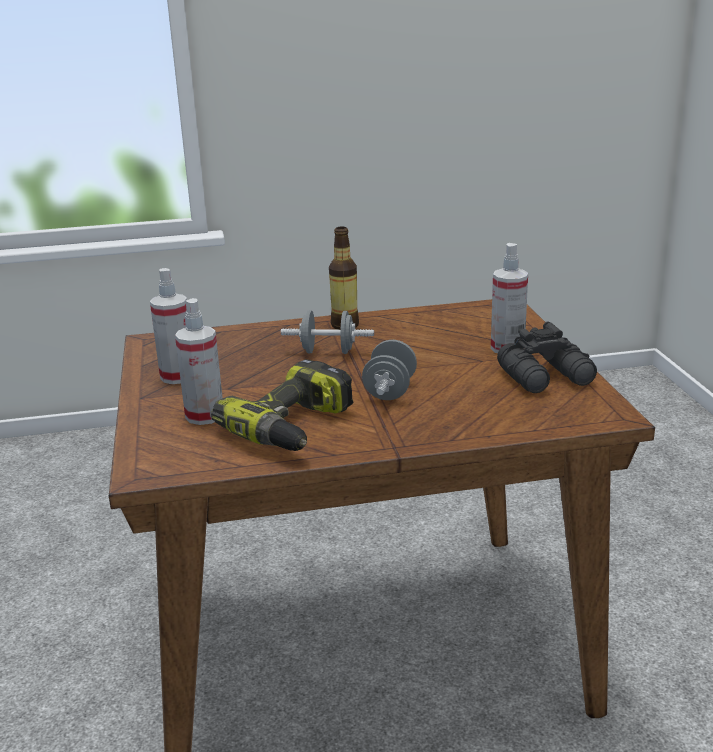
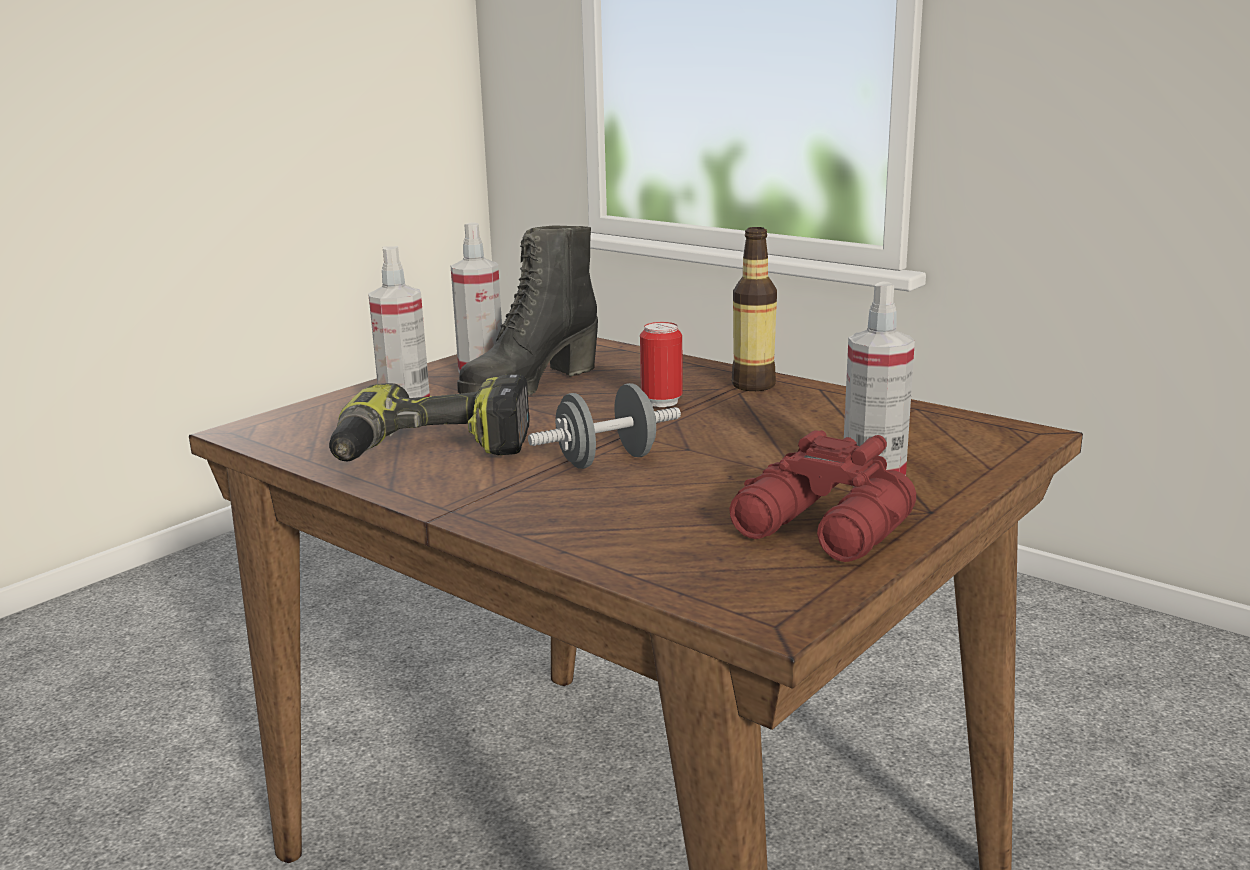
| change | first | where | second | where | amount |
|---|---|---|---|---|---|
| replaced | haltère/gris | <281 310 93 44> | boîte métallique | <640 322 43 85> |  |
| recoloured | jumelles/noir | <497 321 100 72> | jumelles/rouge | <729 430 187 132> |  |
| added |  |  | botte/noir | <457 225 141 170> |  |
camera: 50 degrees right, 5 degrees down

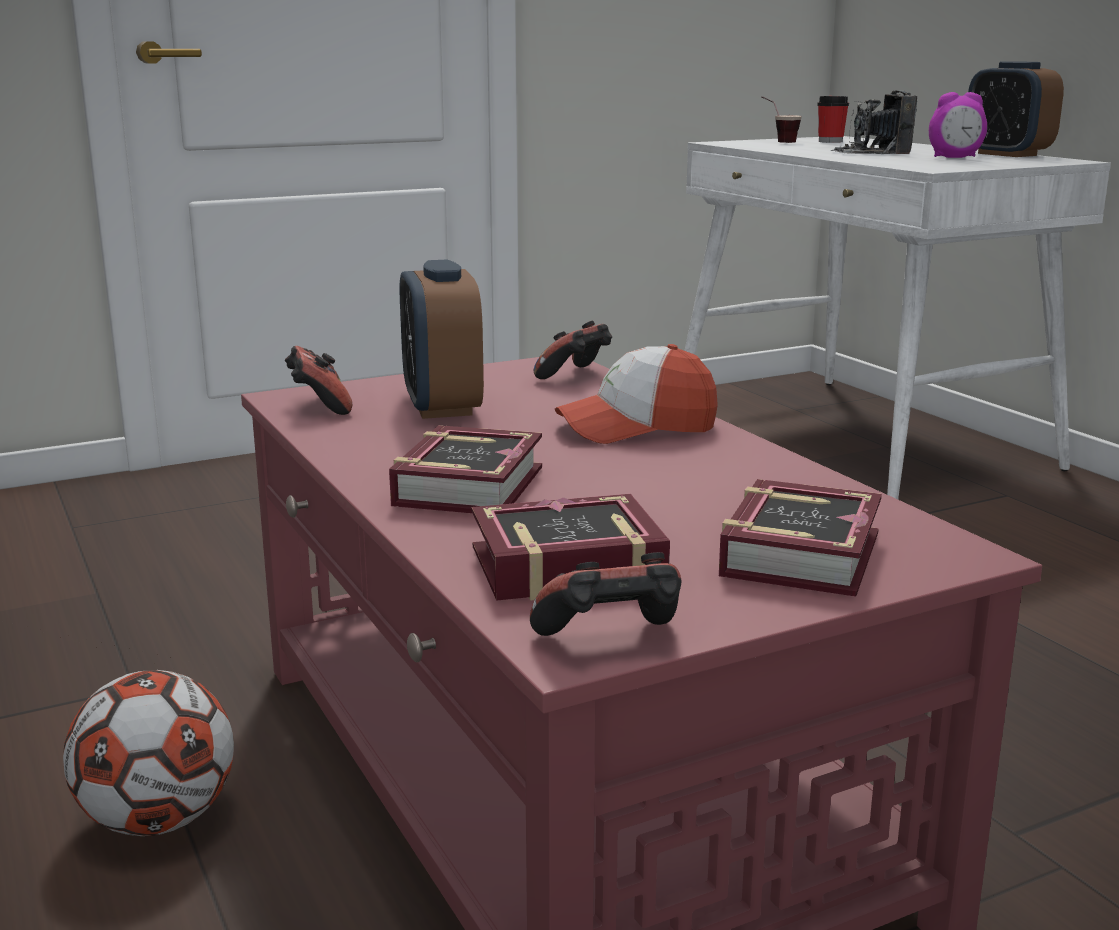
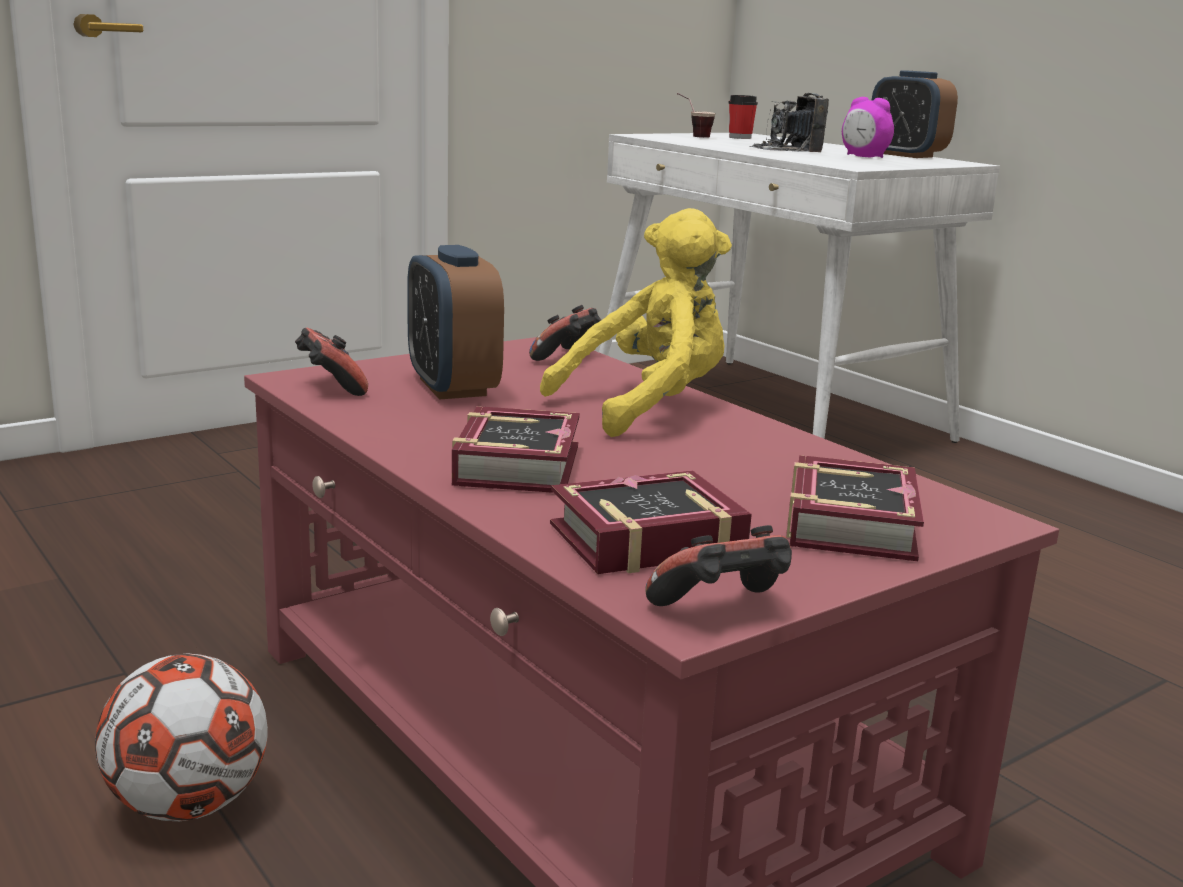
| change | first | where | second | where | amount |
|---|---|---|---|---|---|
| turned | réveil | <929 92 58 66> |  | <842 97 52 61> | 45 degrees clockwise |
| replaced | casquette | <555 344 163 100> | peluche/jaune | <540 208 192 229> |  |
camera: 10 degrees left, 0 degrees up

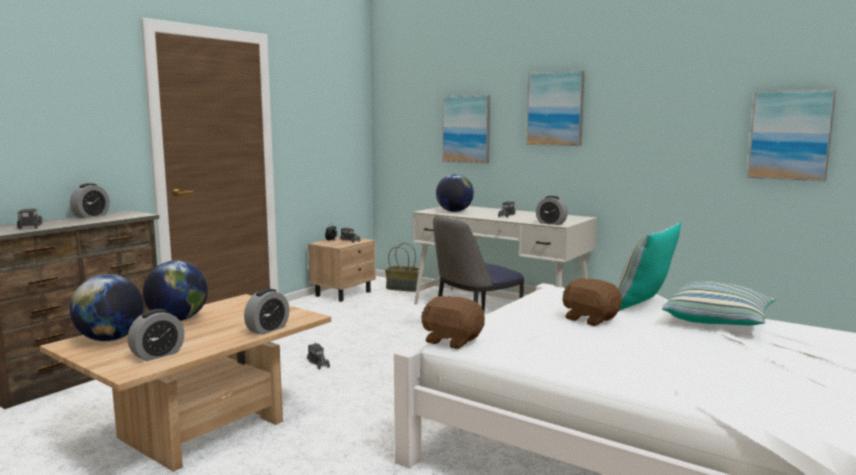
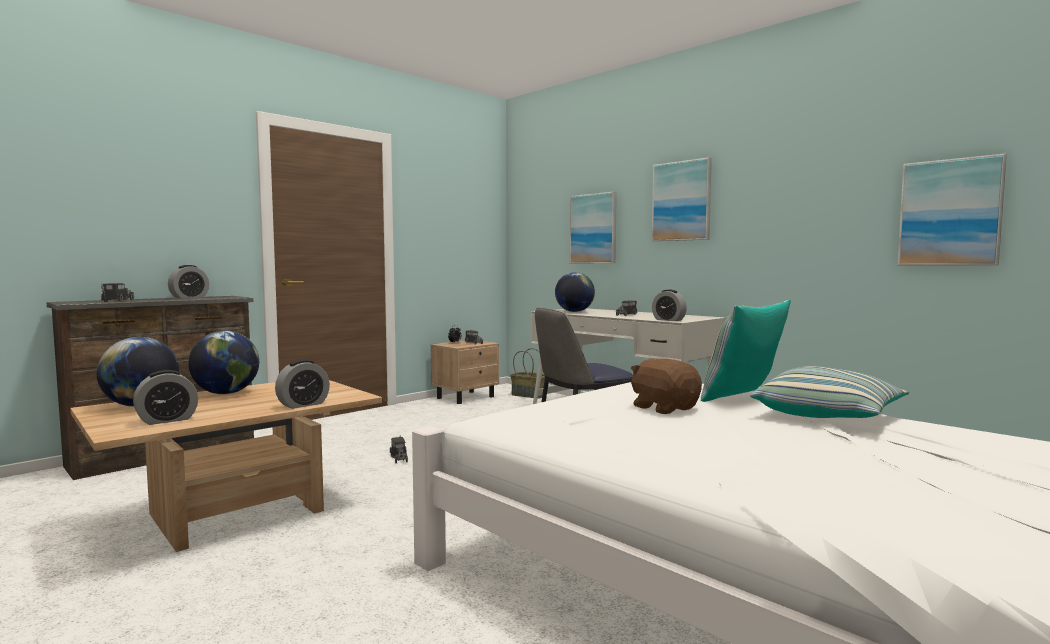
| change | first | where | second | where | amount |
|---|---|---|---|---|---|
| removed | peluche/marron | <421 296 64 53> |  |  |  |
camera: 10 degrees right, 5 degrees down

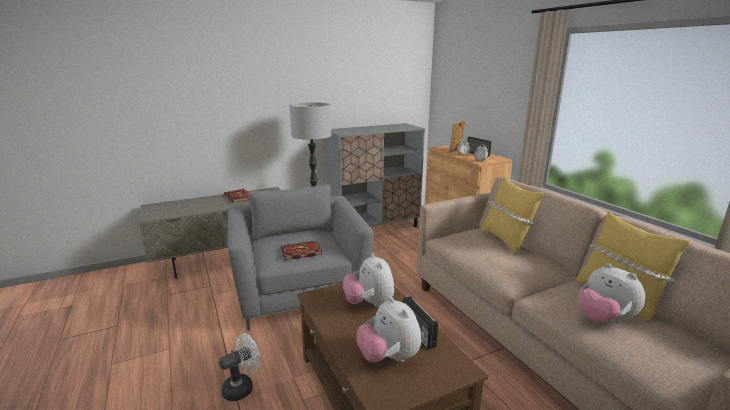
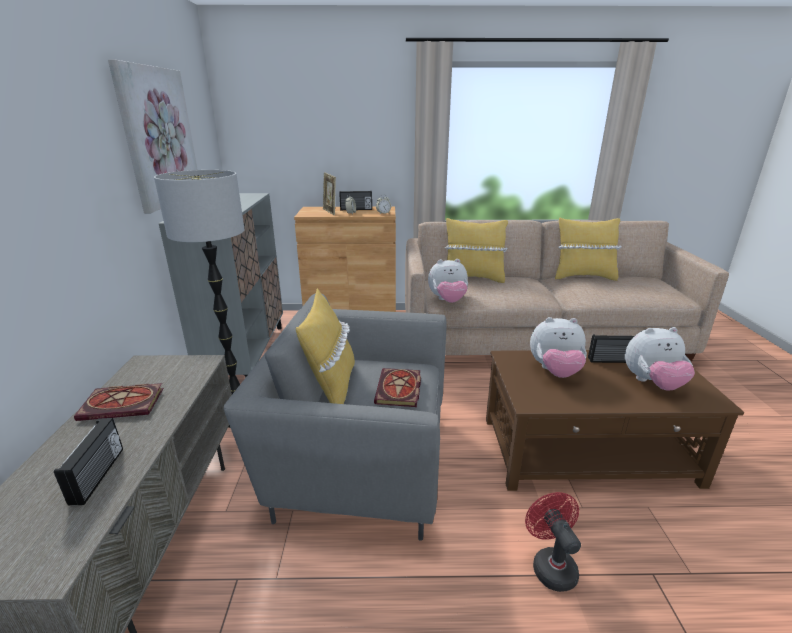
| change | first | where | second | where | amount |
|---|---|---|---|---|---|
| moved | peluche | <578 263 67 60> |  | <428 259 40 44> |  |
| recoloured | ventilateur/blanc | <219 333 41 68> | ventilateur/rouge | <525 492 56 100> |  |
| added |  |  | tableau | <108 59 90 155> |  |
| added |  |  | coussin/jaune | <296 289 59 115> |  |
| added |  |  | radio | <54 418 69 87> |  |
camera: 65 degrees left, 5 degrees up

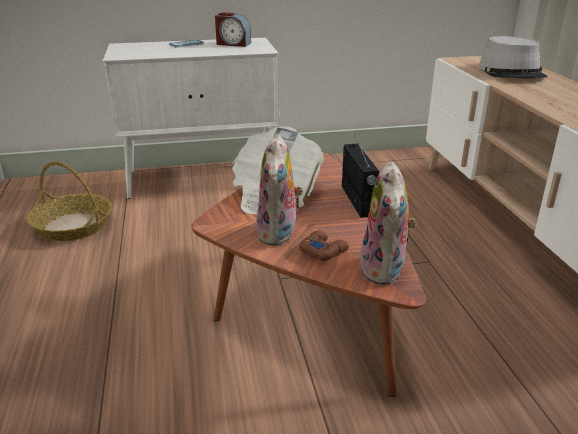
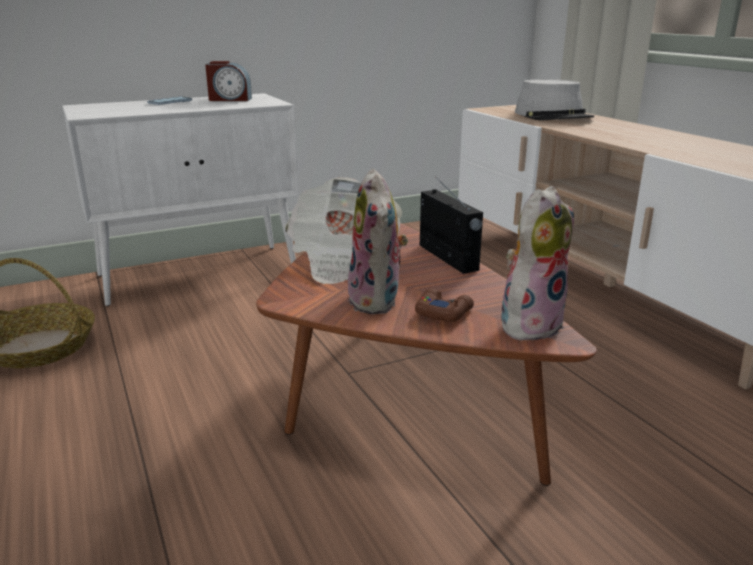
| change | first | where | second | where | amount |
|---|---|---|---|---|---|
| turned | peluche | <359 161 58 124> |  | <501 186 73 155> | 120 degrees counterclockwise |
camera: 15 degrees left, 5 degrees down

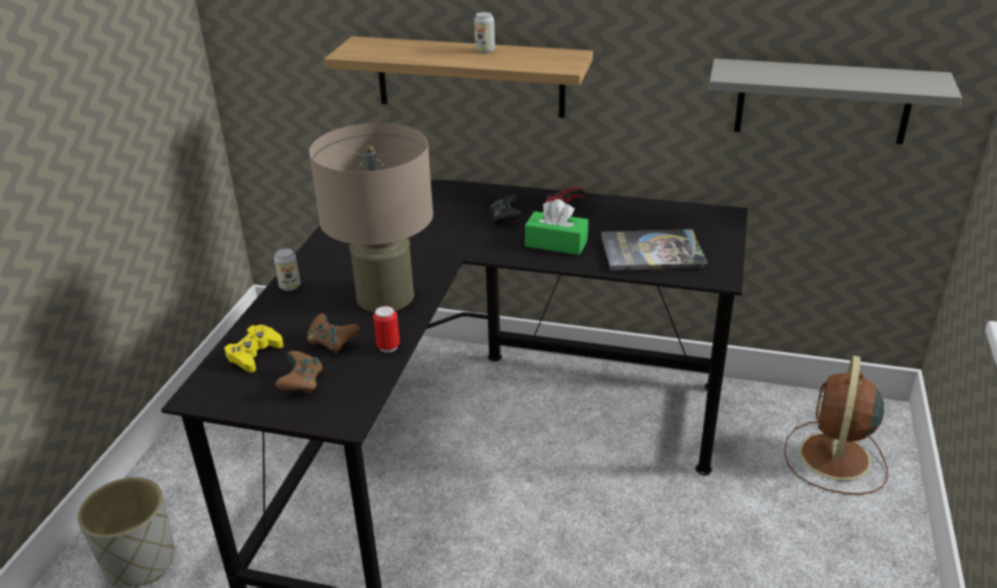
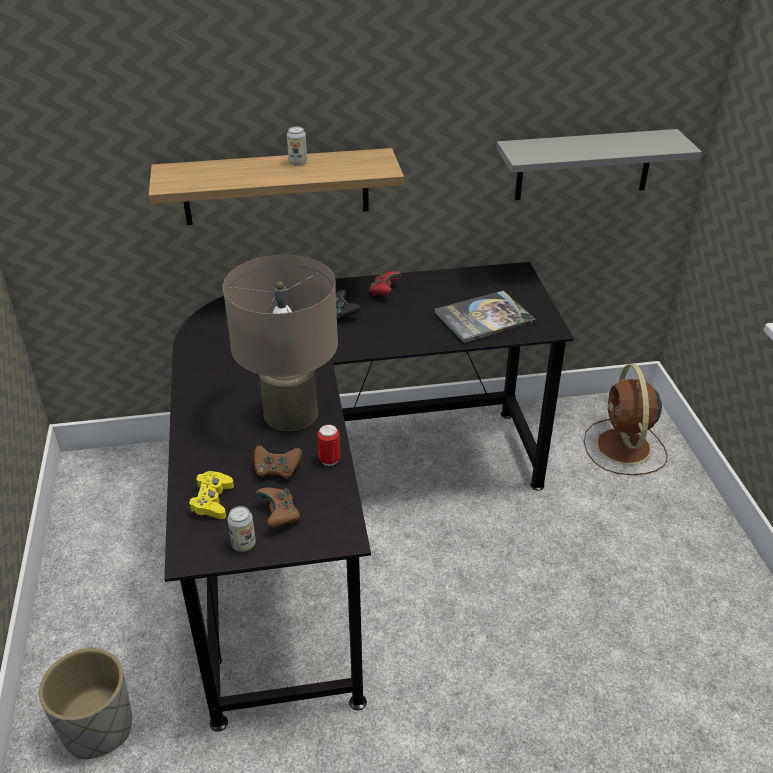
| change | first | where | second | where | amount |
|---|---|---|---|---|---|
| removed | boîte à mouchoirs/vert | <525 199 63 56> |  |  |  |
| moved | boîte métallique | <274 248 26 43> |  | <227 506 29 46> |  |
camera: 25 degrees left, 5 degrees up

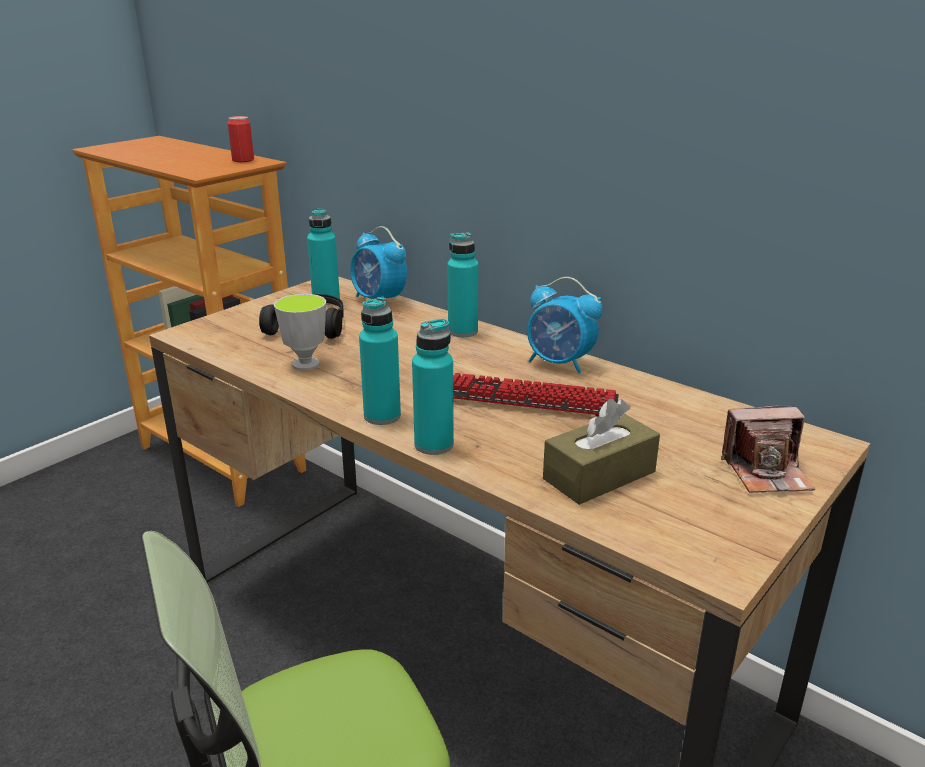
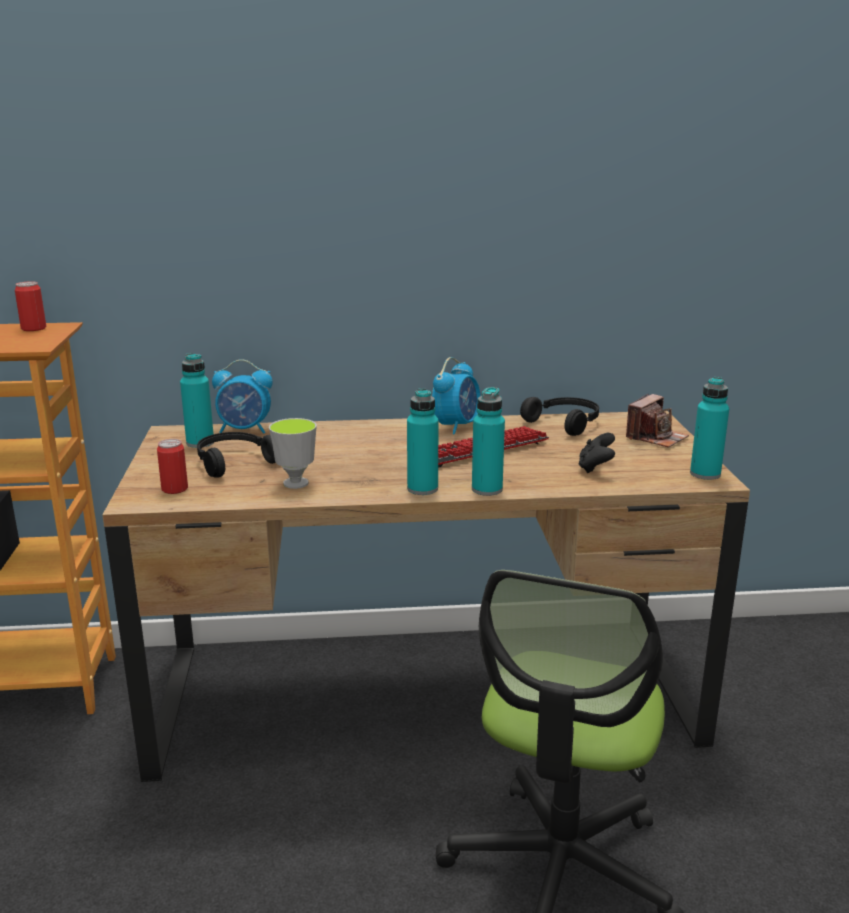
| change | first | where | second | where | amount |
|---|---|---|---|---|---|
| moved | bouteille/turquoise | <448 232 30 105> |  | <690 377 39 103> |  |
| turned | réveil | <527 277 76 96> |  | <432 357 49 78> | 45 degrees counterclockwise |
| replaced | boîte à mouchoirs/marron | <543 398 117 107> | manette/noir | <579 433 36 40> |  |
| added |  |  | casque audio/noir | <520 397 79 39> |  |
| added |  |  | boîte métallique | <157 439 31 55> |  |
camera: 45 degrees left, 5 degrees down

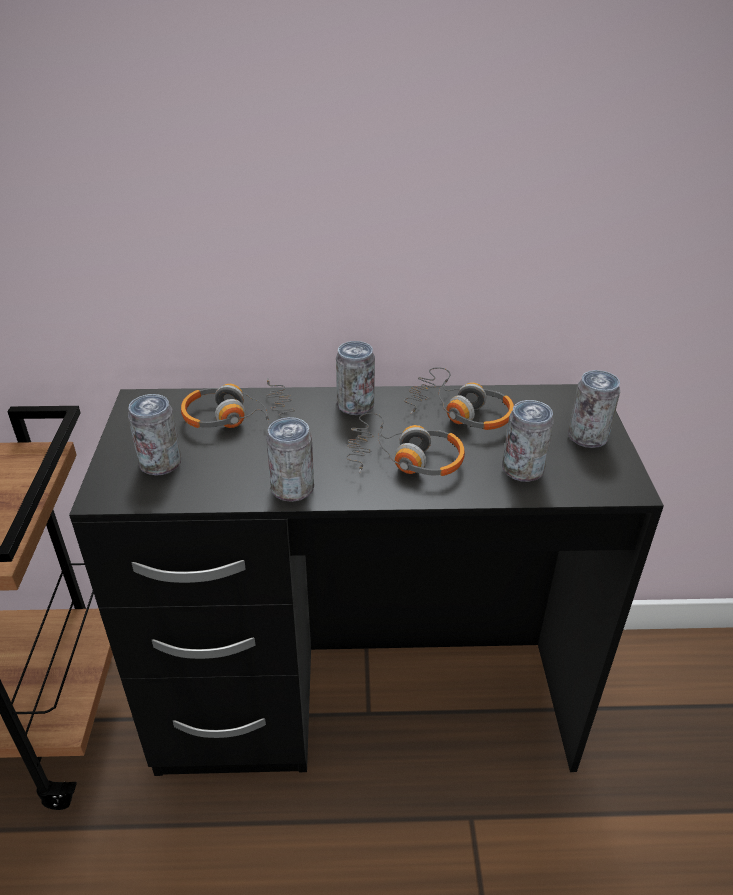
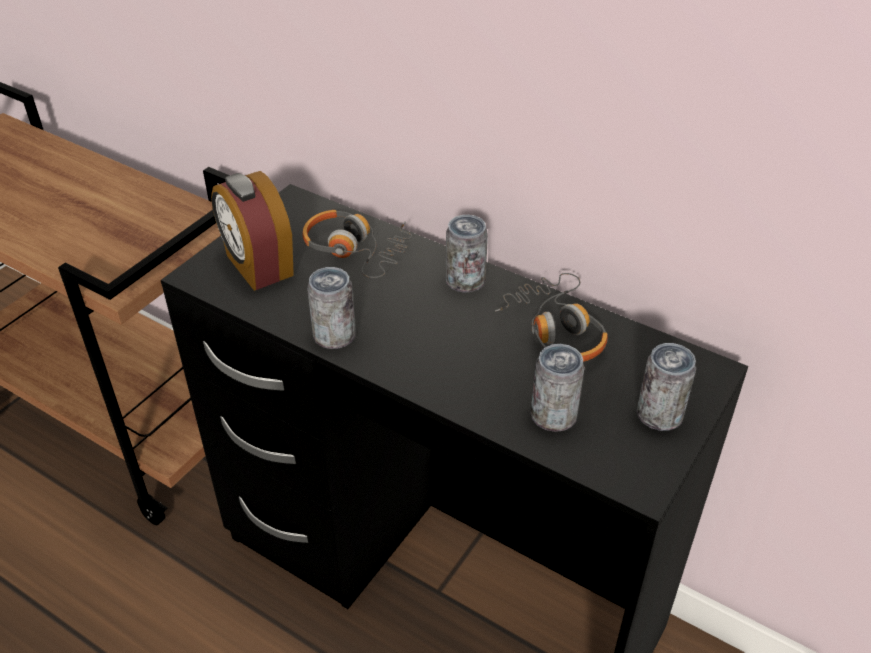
| change | first | where | second | where | amount |
|---|---|---|---|---|---|
| replaced | boîte métallique | <128 394 53 81> | réveil | <211 171 83 120> |  |
| removed | casque audio | <346 413 119 63> |  |  |  |
camera: 35 degrees right, 5 degrees up

